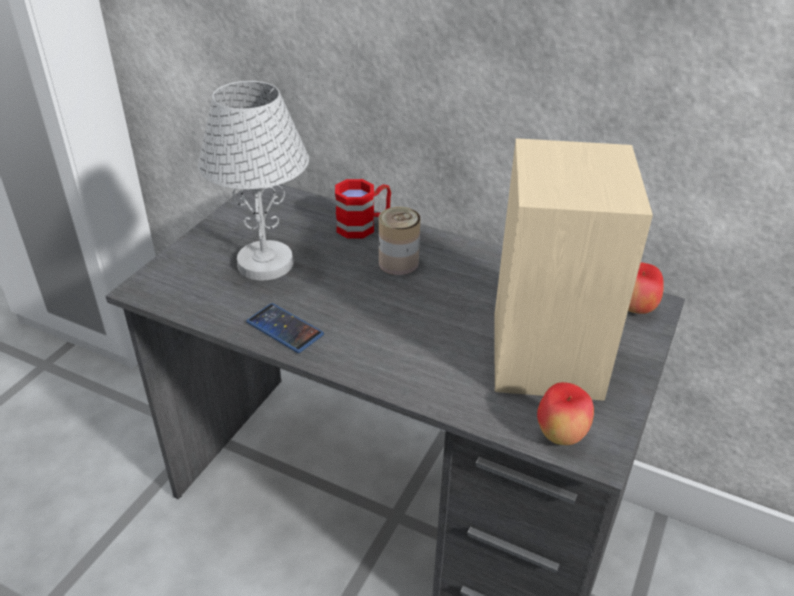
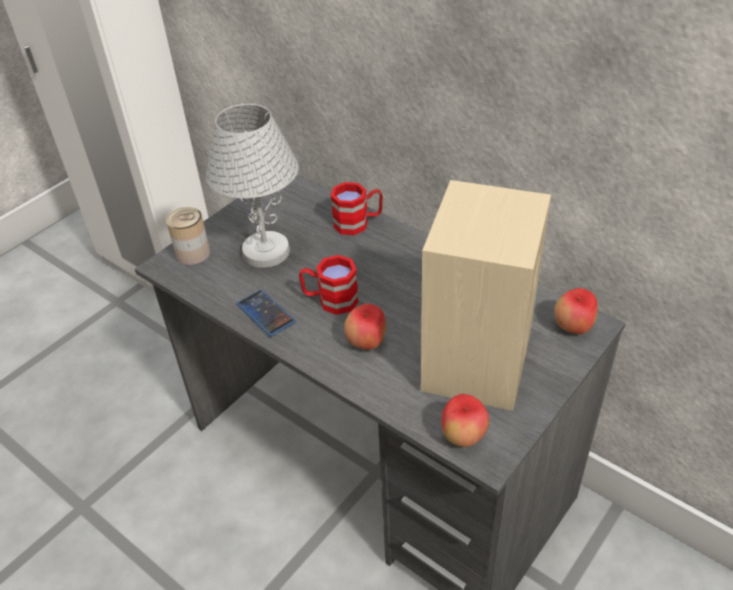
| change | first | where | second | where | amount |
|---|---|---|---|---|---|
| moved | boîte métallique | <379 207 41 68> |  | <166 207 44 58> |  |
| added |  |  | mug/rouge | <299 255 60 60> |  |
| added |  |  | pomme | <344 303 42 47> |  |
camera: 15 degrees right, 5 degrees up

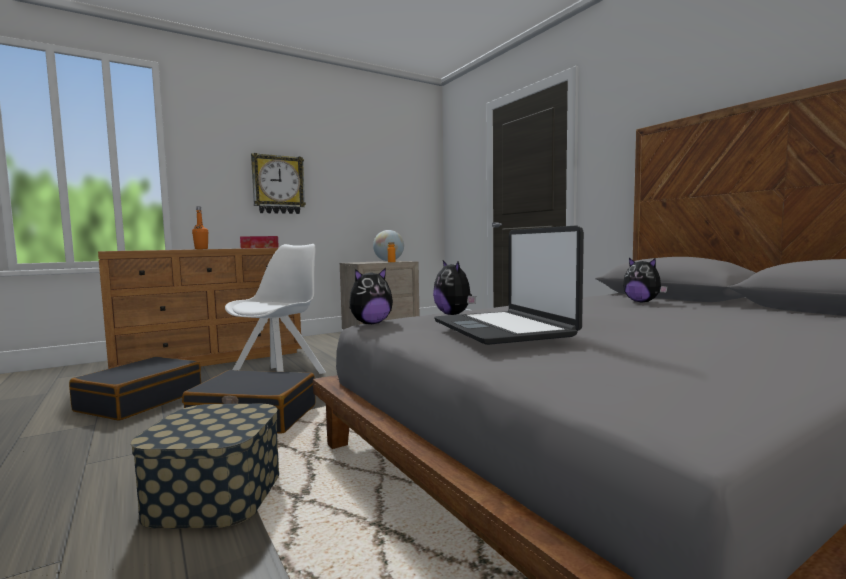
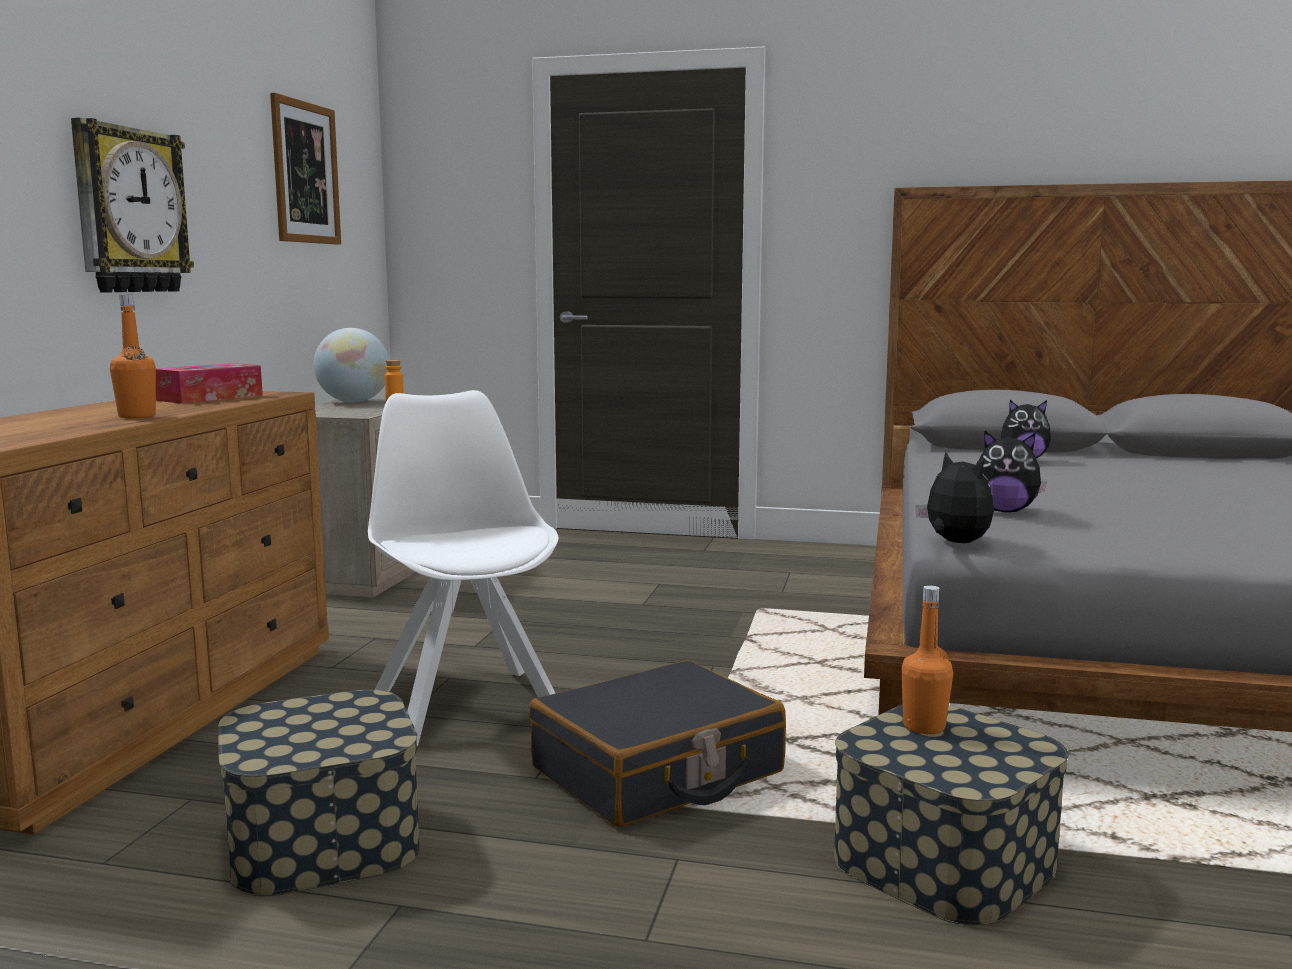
| change | first | where | second | where | amount |
|---|---|---|---|---|---|
| removed | ordinateur portable | <434 225 150 120> |  |  |  |
| turned | peluche | <349 268 44 56> |  | <916 452 78 91> | 45 degrees counterclockwise |
| replaced | valise/noir | <69 356 132 65> | boîte de rangement | <218 690 202 206> |  |
| added |  |  | tableau | <270 93 71 152> |  |
| added |  |  | bouteille/orange | <901 585 52 149> |  |
camera: 45 degrees left, 5 degrees up

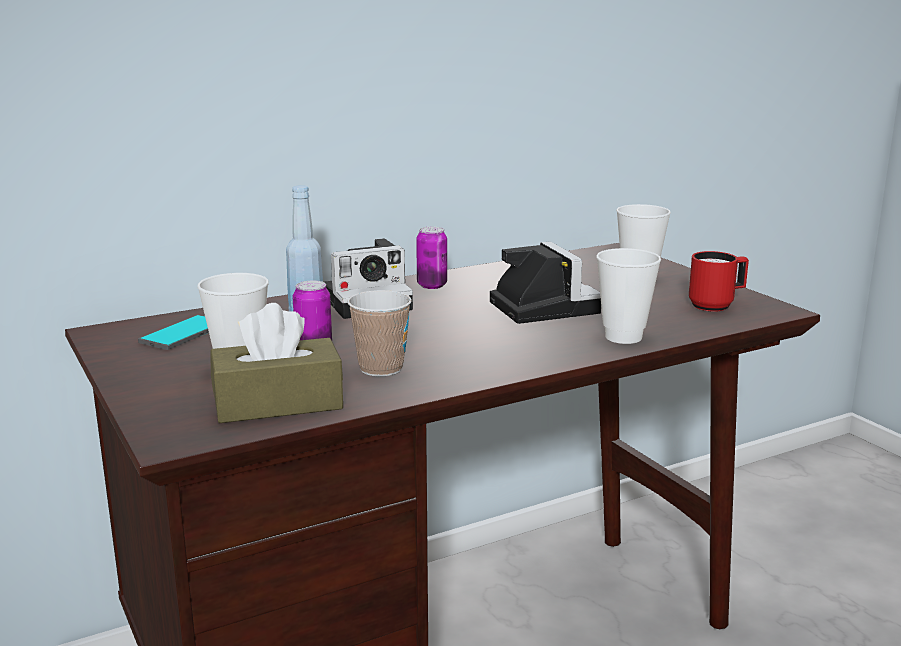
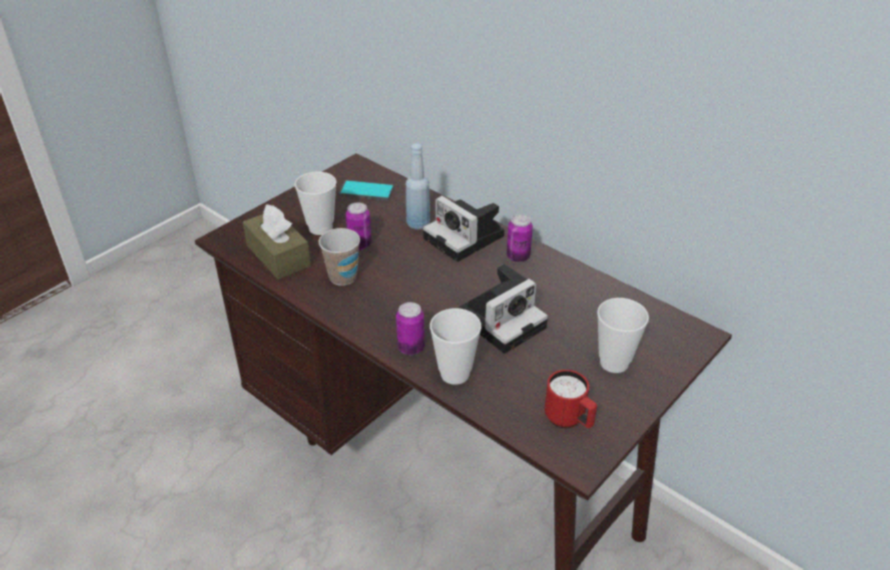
| change | first | where | second | where | amount |
|---|---|---|---|---|---|
| added |  |  | boîte métallique | <396 302 29 53> |  |
camera: 70 degrees right, 20 degrees up

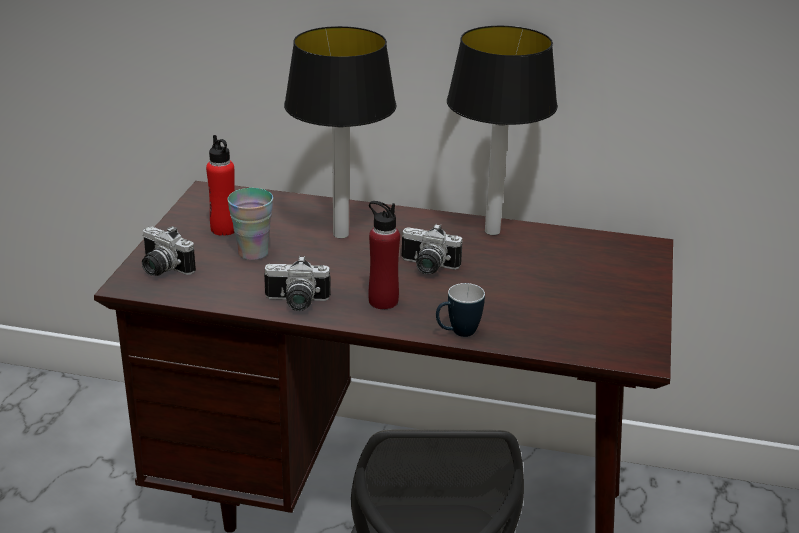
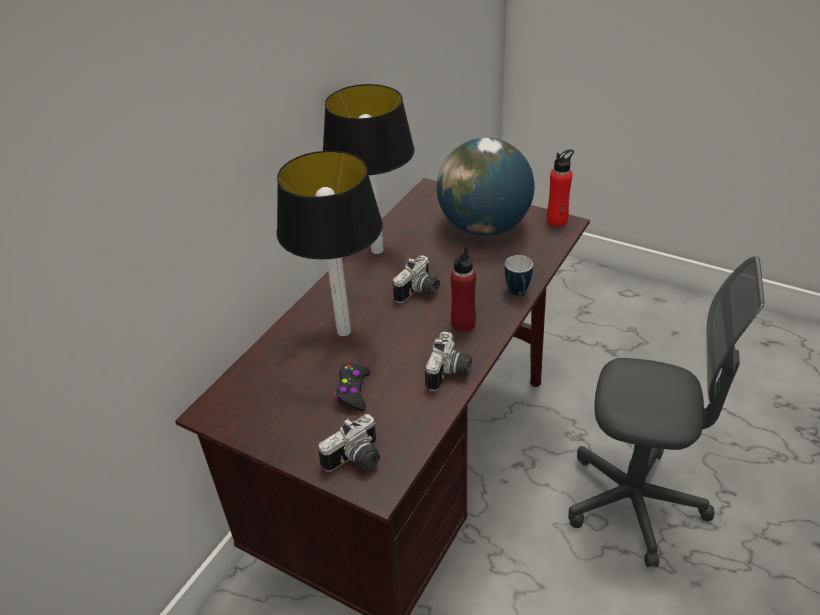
| change | first | where | second | where | amount |
|---|---|---|---|---|---|
| moved | bouteille/rouge | <206 135 29 101> |  | <547 149 27 78> |  |
| replaced | tasse | <227 188 46 72> | manette/noir | <334 364 36 47> |  |
| added |  |  | globe | <437 138 98 98> |  |
camera: 70 degrees left, 10 degrees up

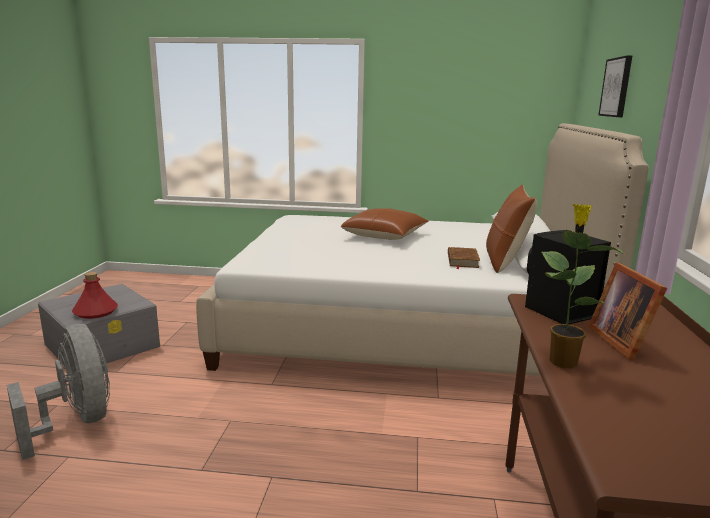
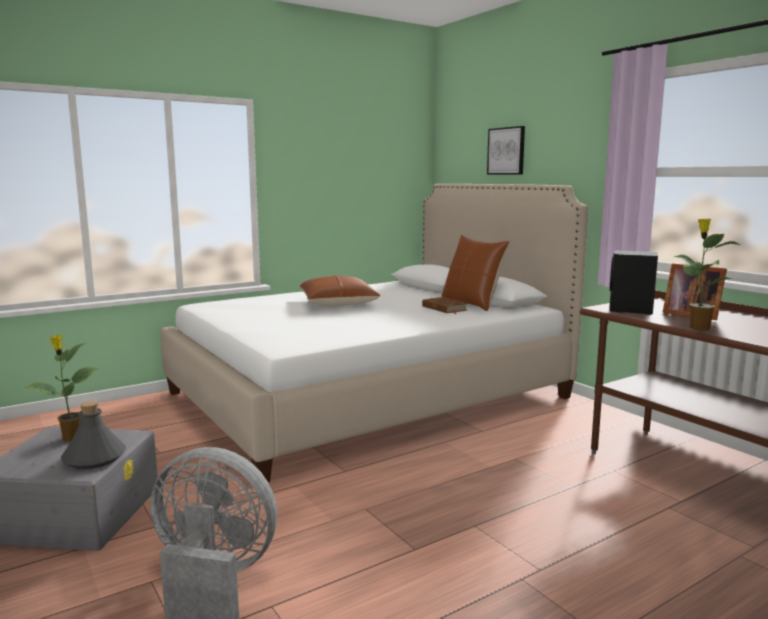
| change | first | where | second | where | amount |
|---|---|---|---|---|---|
| recoloured | bouteille/rouge | <72 272 46 47> | bouteille/gris | <61 401 65 68> |  |
| added |  |  | plante en pot | <24 335 77 107> |  |
camera: 40 degrees left, 5 degrees down

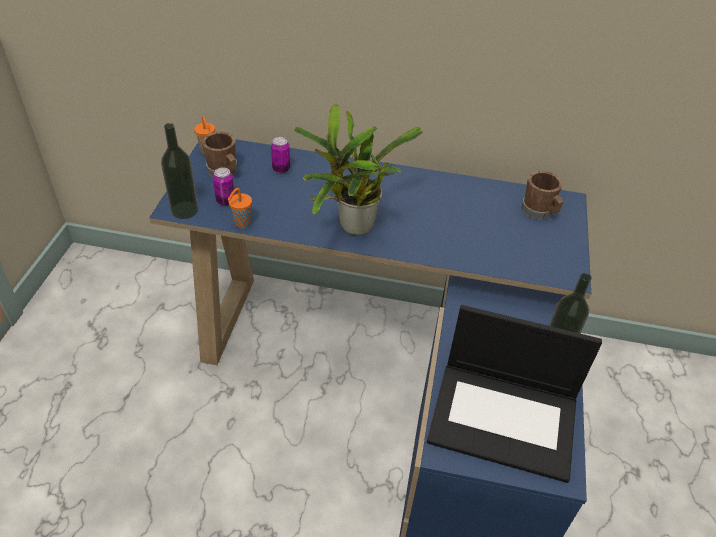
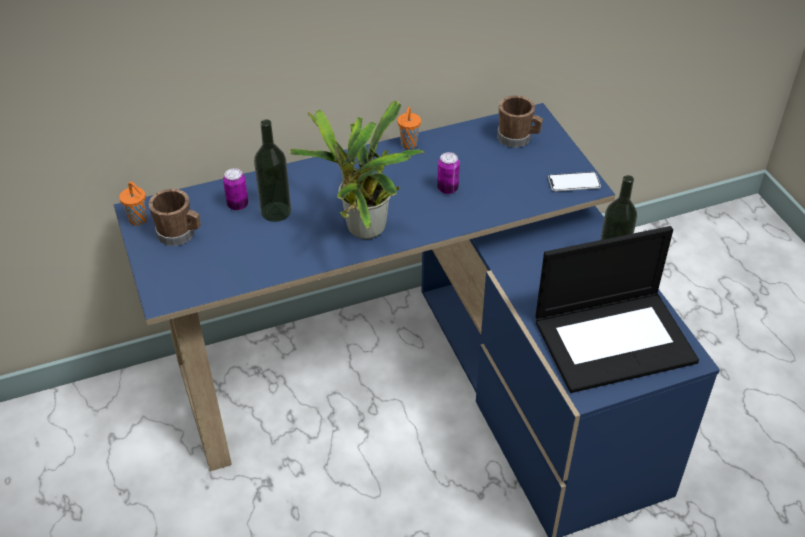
| change | first | where | second | where | amount |
|---|---|---|---|---|---|
| moved | bouteille | <161 123 37 96> |  | <254 119 37 103> |  |
| moved | boîte métallique | <213 167 22 39> |  | <437 152 23 42> |  |
| moved | tasse/orange | <228 188 24 41> |  | <397 107 24 42> |  |
| added |  |  | téléphone | <548 172 53 19> |  |
camera: 30 degrees left, 0 degrees up

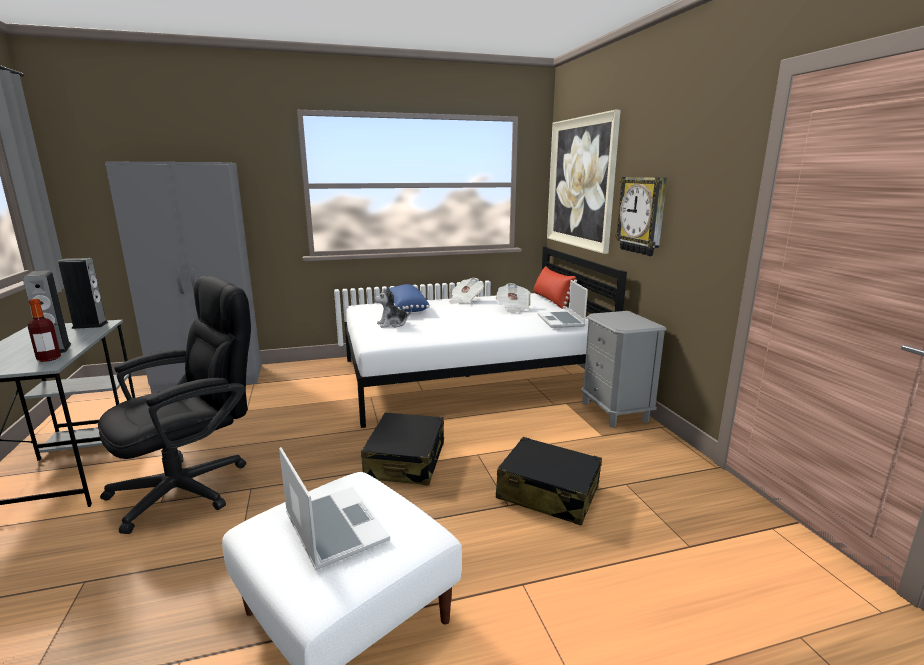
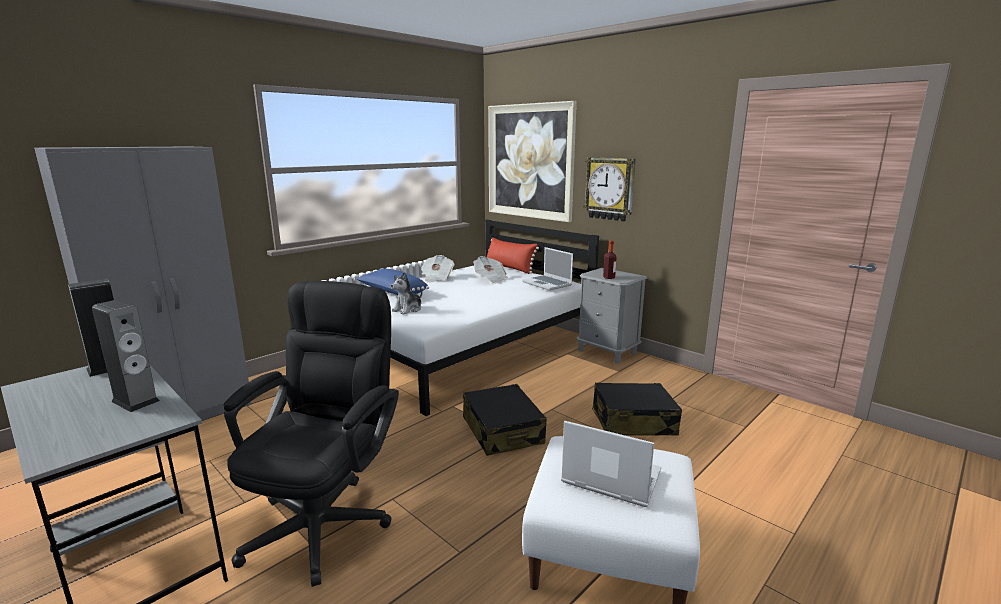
| change | first | where | second | where | amount |
|---|---|---|---|---|---|
| moved | bouteille | <28 299 33 63> |  | <603 241 14 38> |  |
camera: 30 degrees left, 0 degrees up

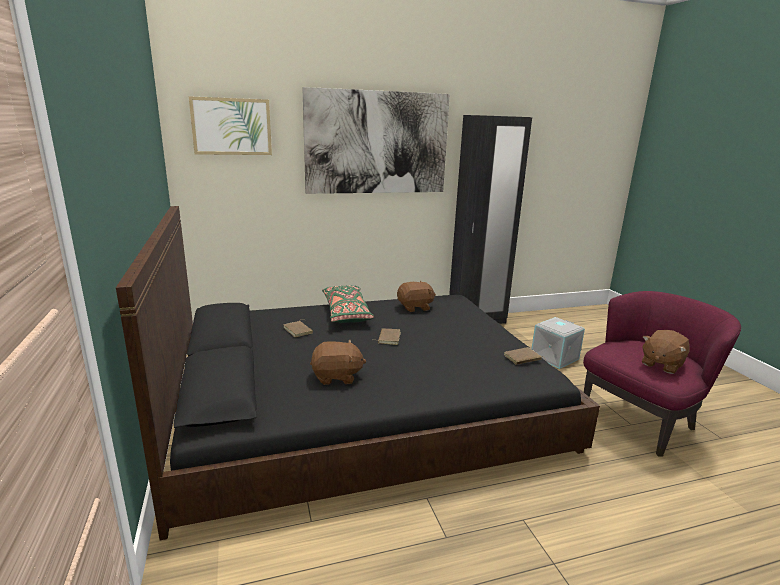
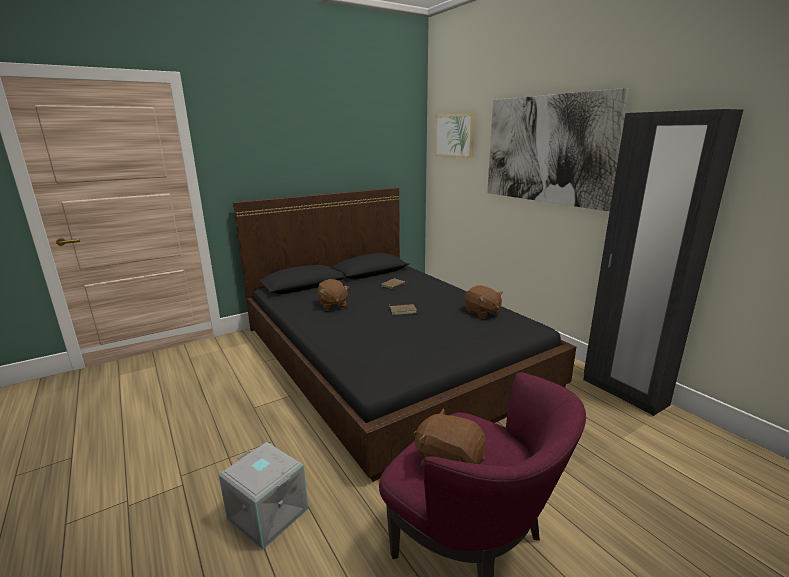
| change | first | where | second | where | amount |
|---|---|---|---|---|---|
| removed | coussin/vert | <322 285 52 38> |  |  |  |
| moved | boîte de rangement/gris | <532 317 53 52> |  | <219 442 89 108> |  |
| removed | livre/marron | <504 347 42 18> |  |  |  |
camera: 75 degrees right, 0 degrees up

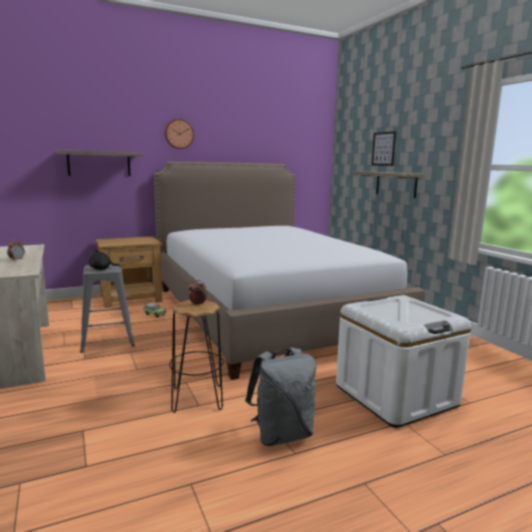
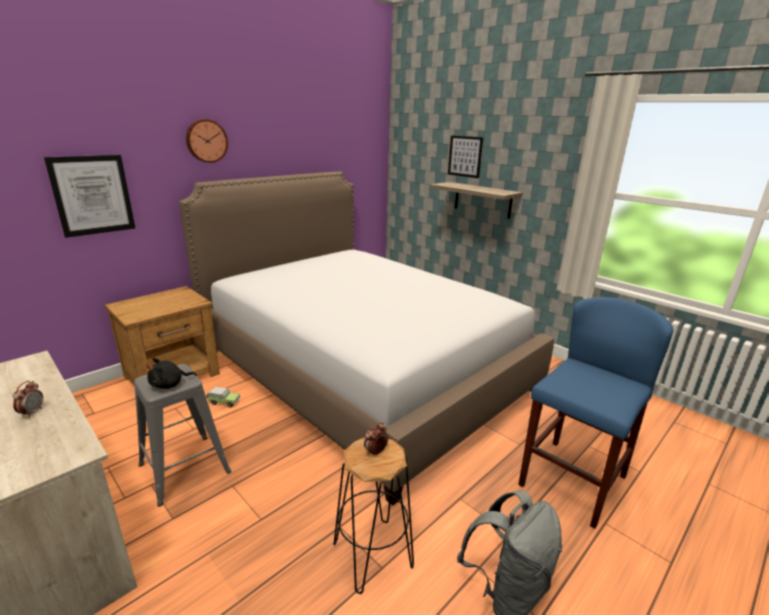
| change | first | where | second | where | amount |
|---|---|---|---|---|---|
| replaced | étagère | <56 150 87 26> | tableau | <44 155 91 83> |  |
| replaced | boîte de rangement/blanc | <336 295 135 133> | tabouret/bleu | <518 297 156 232> |  |
camera: 20 degrees left, 10 degrees up

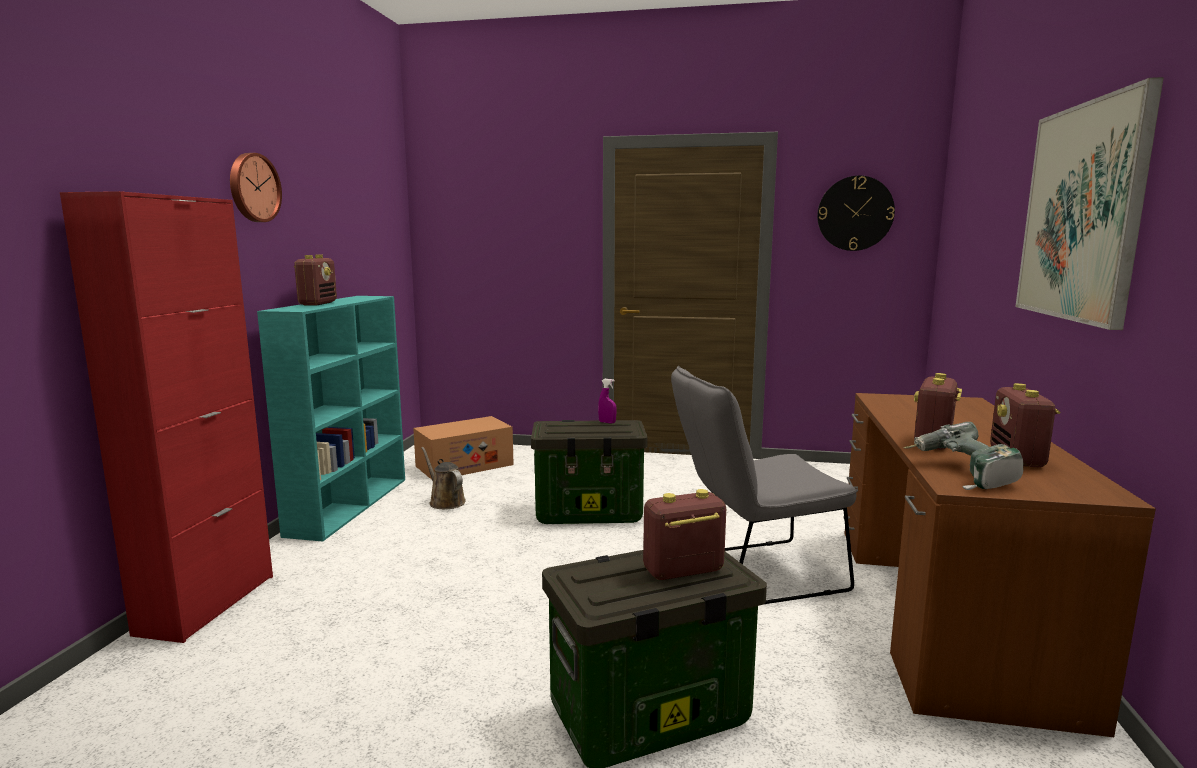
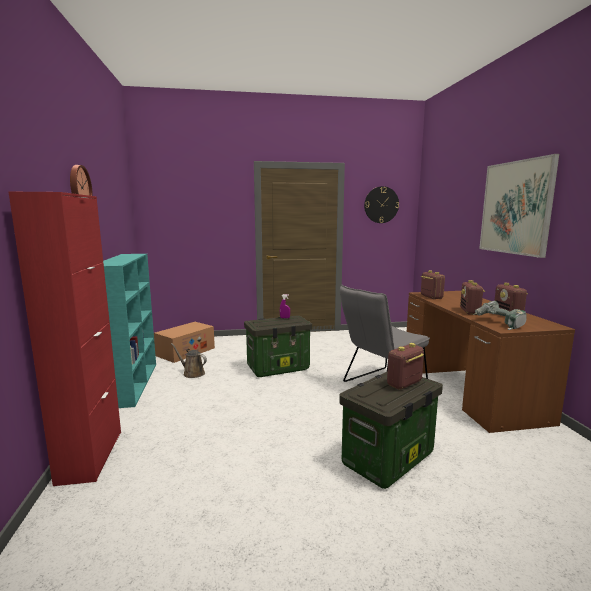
| change | first | where | second | where | amount |
|---|---|---|---|---|---|
| moved | radio | <294 255 43 51> |  | <421 270 24 29> |  |
camera: 20 degrees left, 0 degrees up

